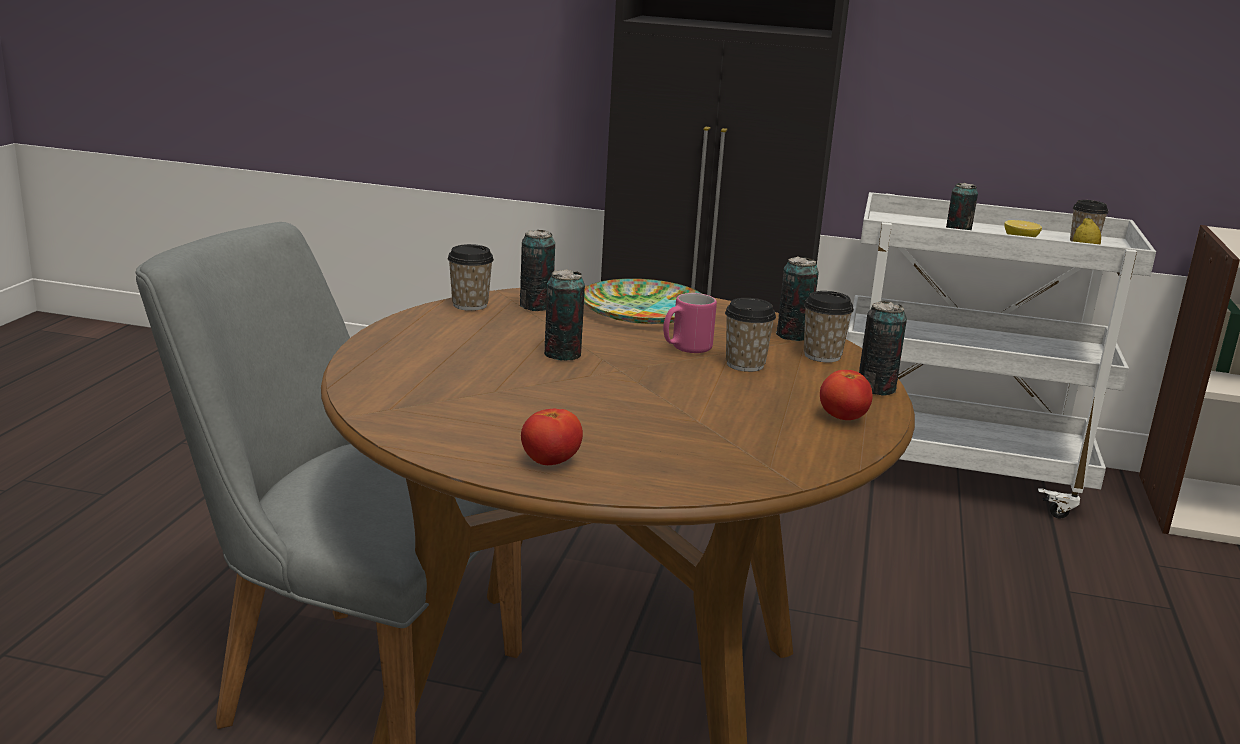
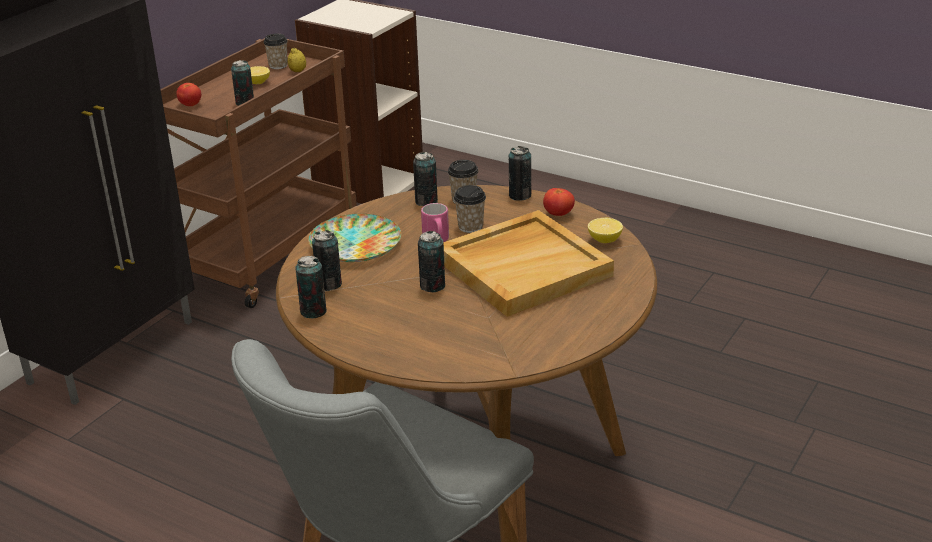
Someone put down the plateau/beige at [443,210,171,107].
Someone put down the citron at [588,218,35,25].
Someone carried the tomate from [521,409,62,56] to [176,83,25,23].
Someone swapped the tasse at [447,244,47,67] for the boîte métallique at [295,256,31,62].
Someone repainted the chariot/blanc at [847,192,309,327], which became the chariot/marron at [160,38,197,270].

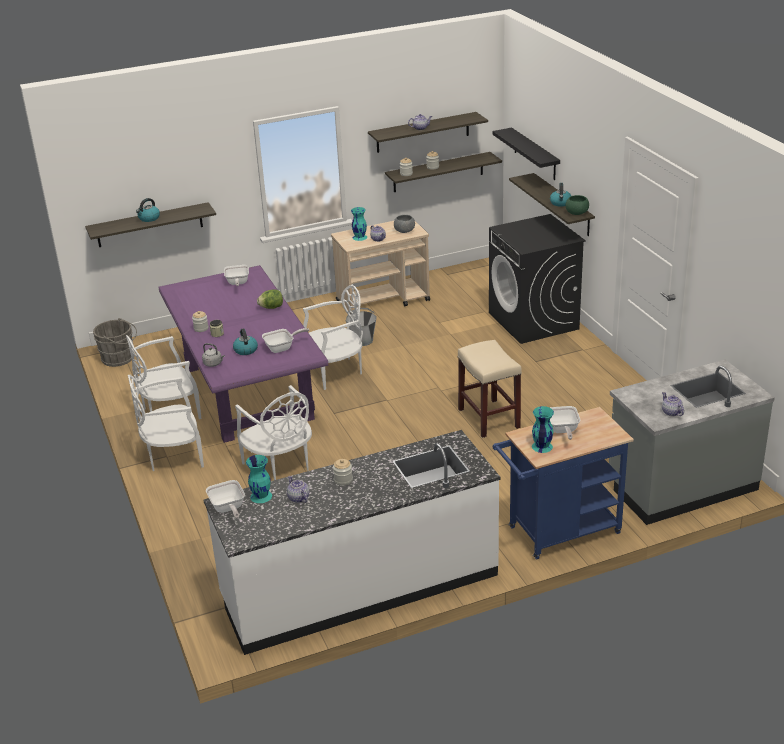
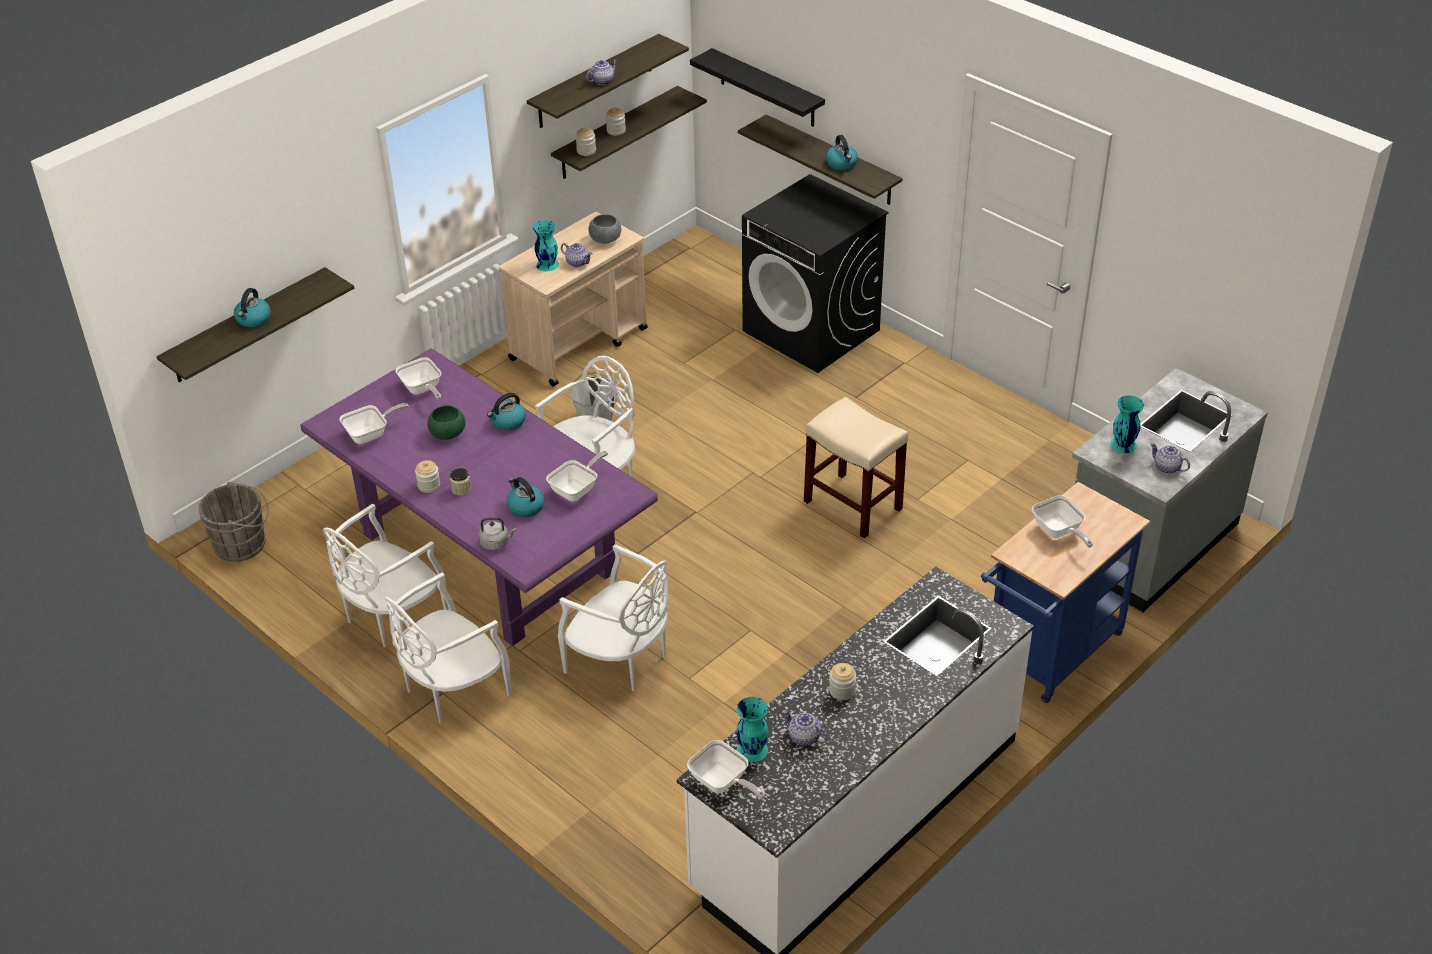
Someone put down the poêle at [339,403,70,41].
Someone carried the vase/turquoise from [532,406,22,47] to [1110,396,34,57].
Someone carried the bol/vert from [565,195,24,20] to [428,405,37,35].
Someone swapped the laitue at [257,289,26,20] for the bouilloire at [487,393,39,37].

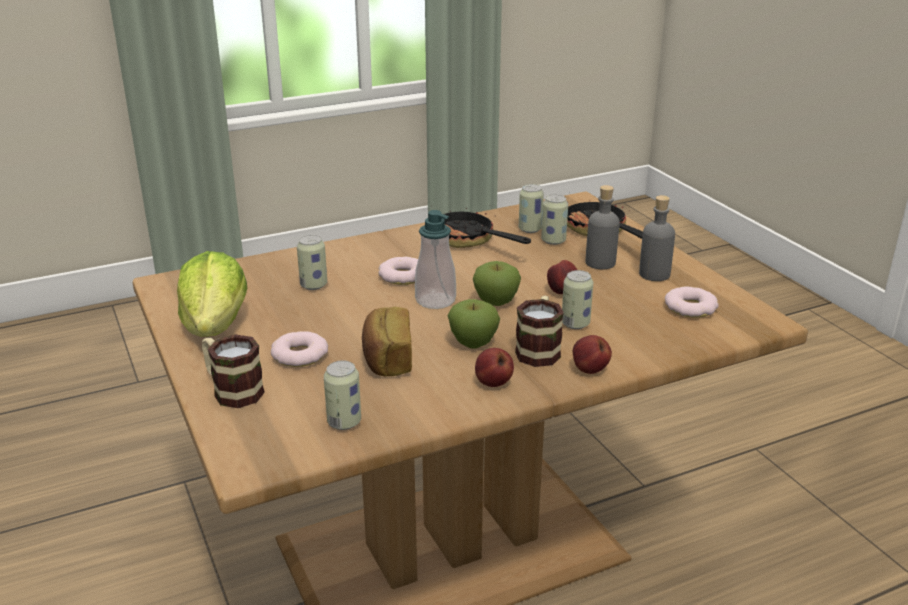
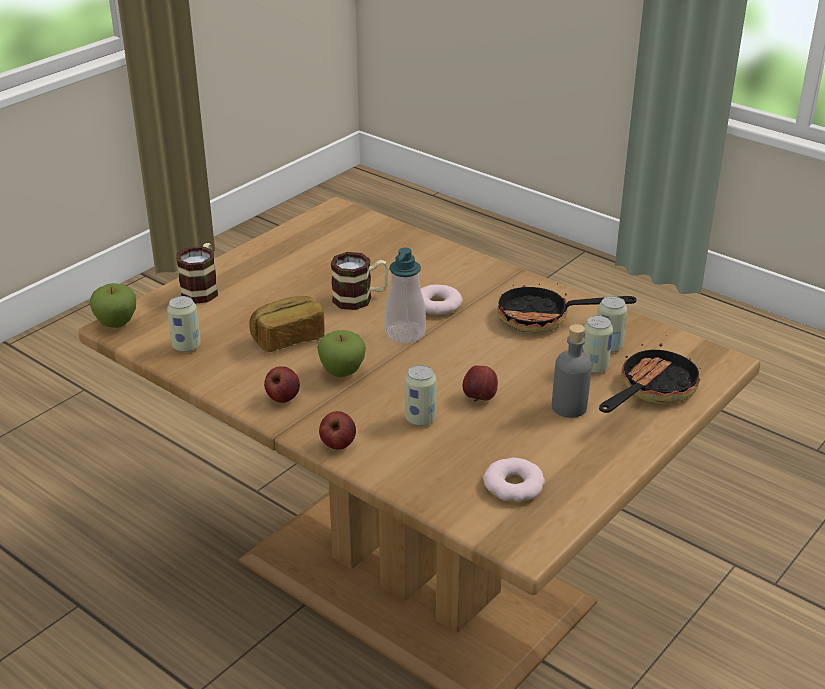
Someone took away the laitue at [177,251,70,86].
Someone took away the beignet at [271,331,57,36].
Someone took away the boîte métallique at [297,235,30,55].
Someone took away the bouteille/gris at [639,195,36,86].
Someone carried the pomme from [473,261,48,45] to [90,283,46,45].
Someone carried the mug from [515,296,49,71] to [331,252,58,58].
Someone rotated the poêle at [444,205,87,43] by 105 degrees counterclockwise.

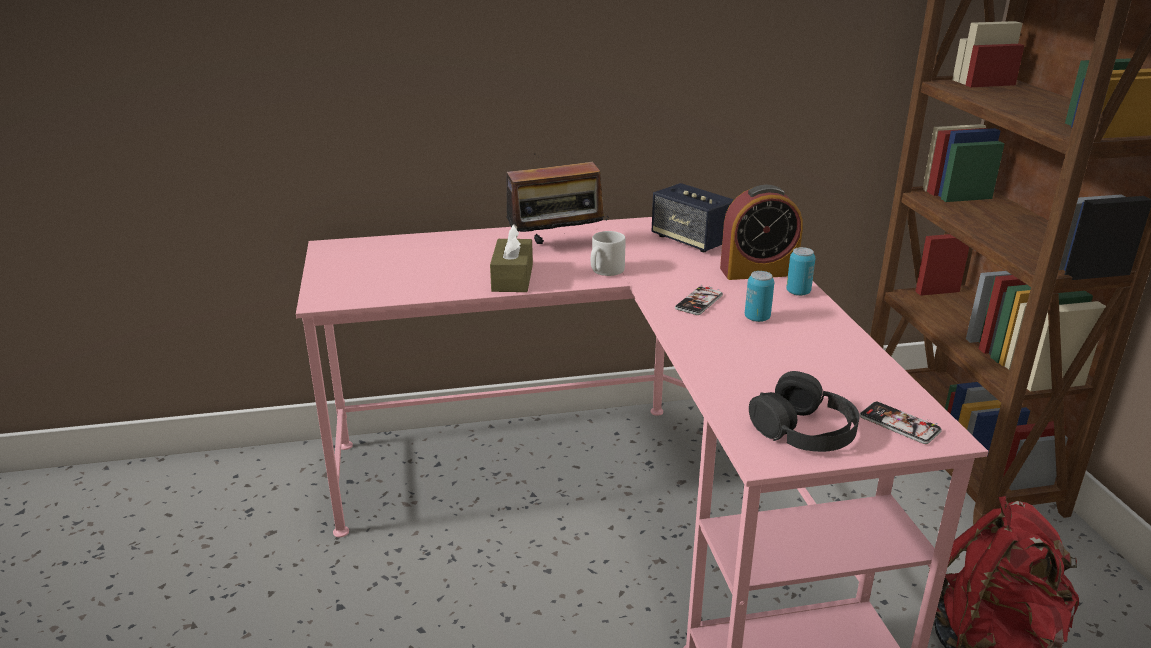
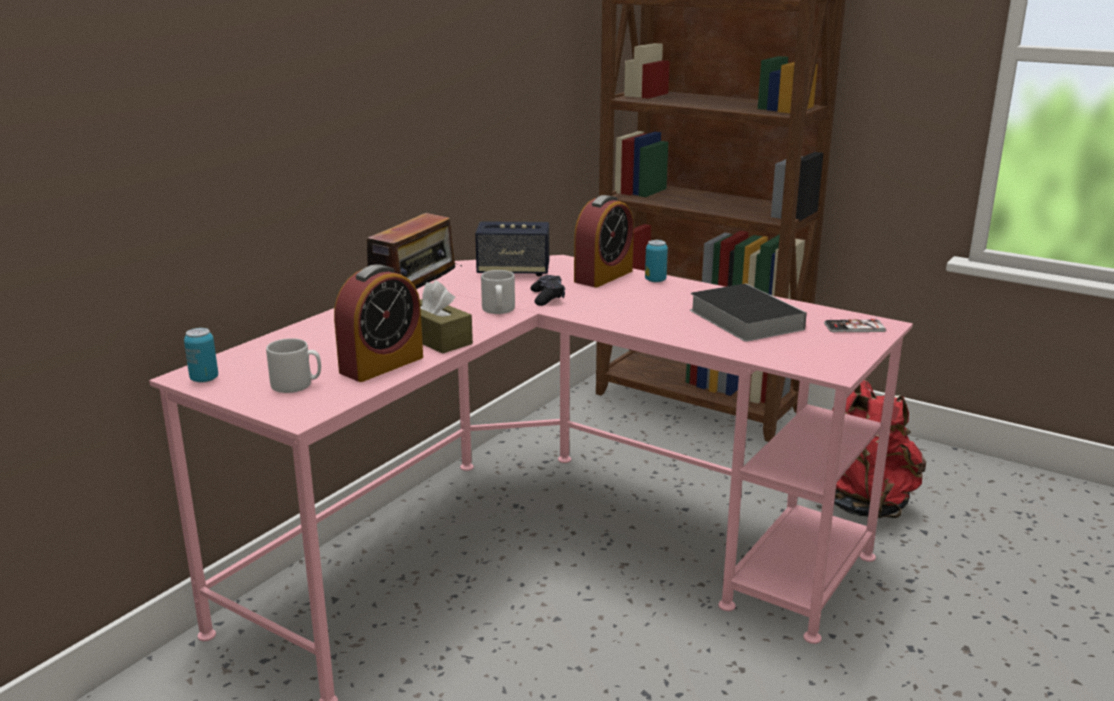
Someone took away the téléphone at [675,285,48,30].
Someone took away the casque audio/noir at [749,371,111,81].
Someone put down the mug/gris at [266,338,55,55].
Someone put down the réveil at [334,264,89,118].
Someone put down the manette/noir at [530,275,35,31].
Someone put down the livre at [690,283,117,59].
Someone carried the boîte métallique from [745,271,29,51] to [184,328,34,55].

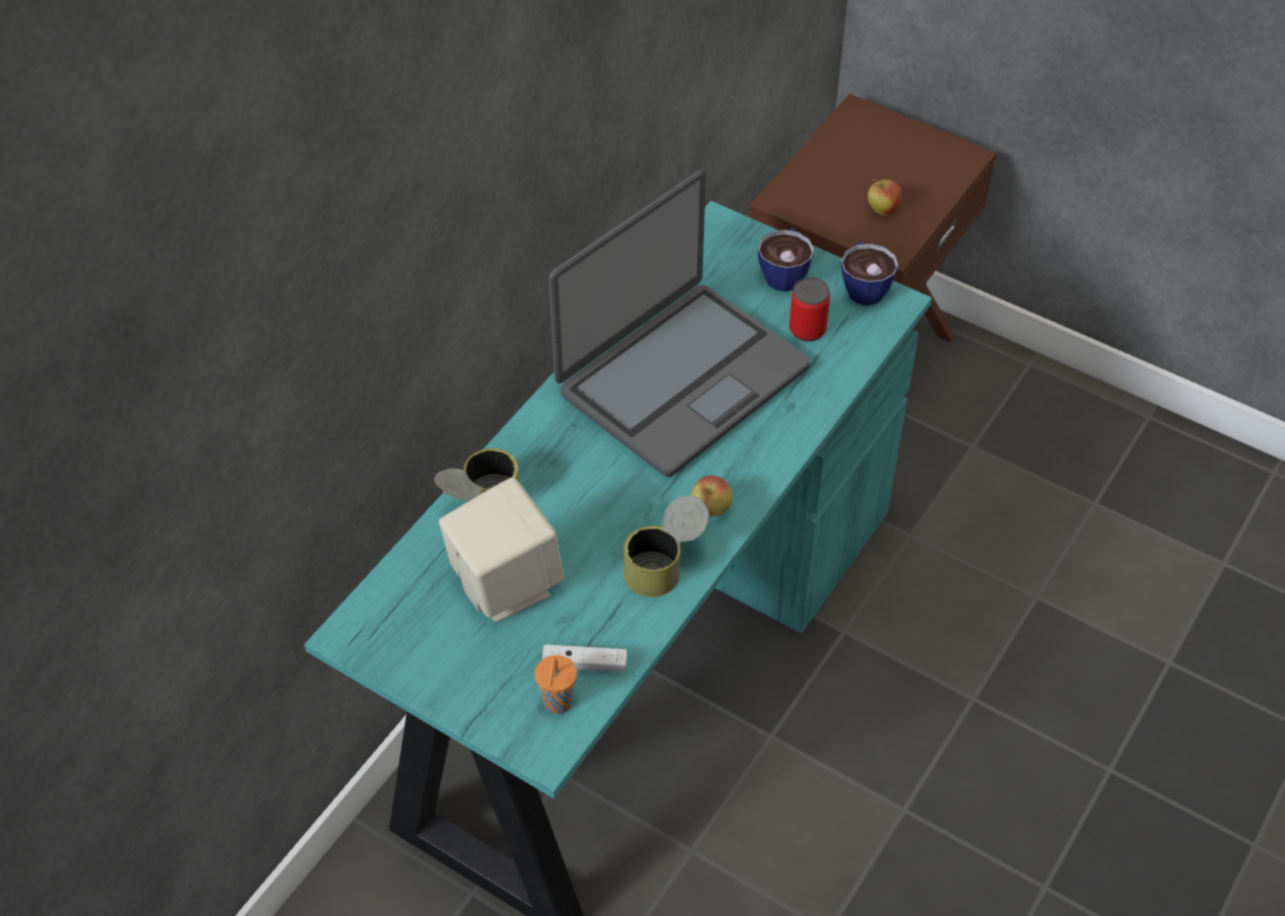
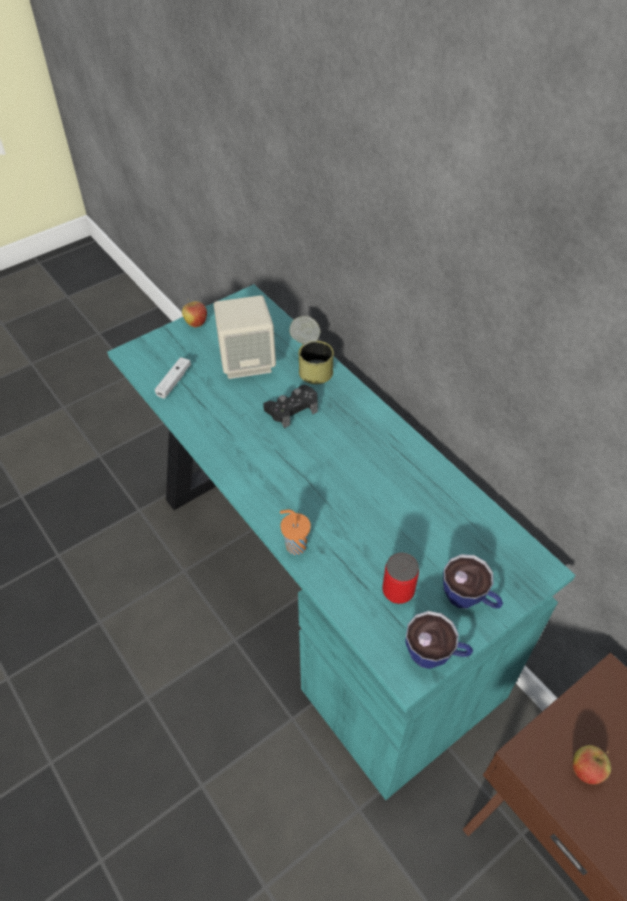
Someone took away the ordinateur portable at [549,170,261,307].
Someone took away the boîte métallique at [623,495,86,102].
Someone put down the manette/noir at [263,385,55,43].
Someone carried the tasse/orange from [535,655,42,59] to [280,509,31,46].
Someone carried the pomme from [691,476,41,41] to [182,299,25,29].

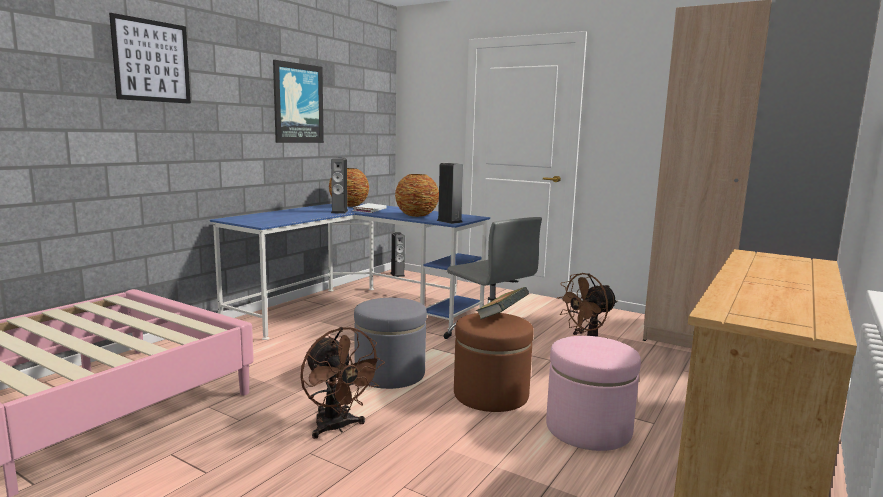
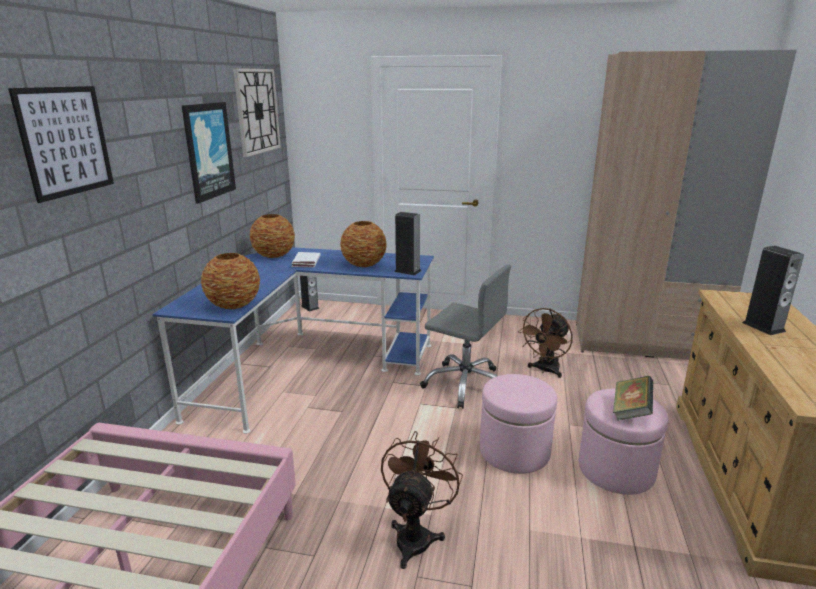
Someone took away the pouf/gris at [354,298,73,91].
Someone put down the vase at [201,253,59,57].
Someone put up the horloge murale at [233,68,48,89].
Someone carried the enceinte from [331,158,17,56] to [742,246,62,89].
Someone carried the livre from [476,287,53,33] to [613,376,40,44].
Someone repainted the pouf/marron at [454,313,80,99], which became the pouf/rose at [480,374,77,100].
Someone rotated the ventilateur/marron at [300,327,85,112] by 105 degrees counterclockwise.

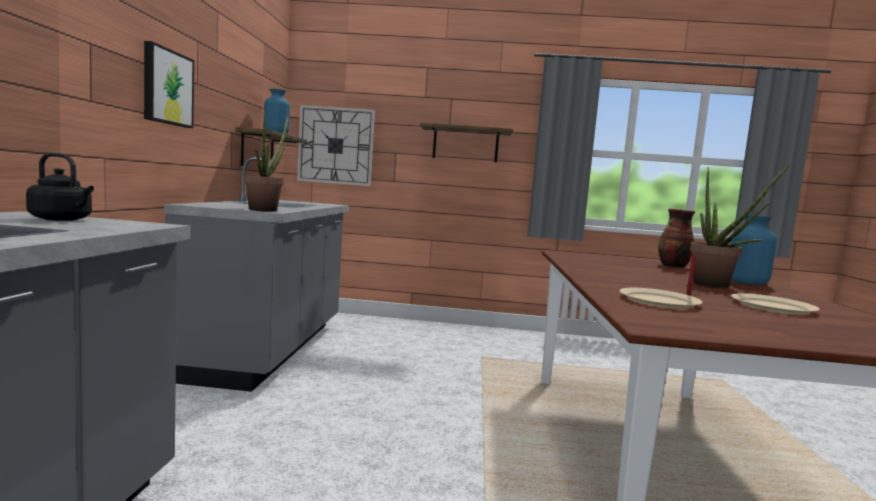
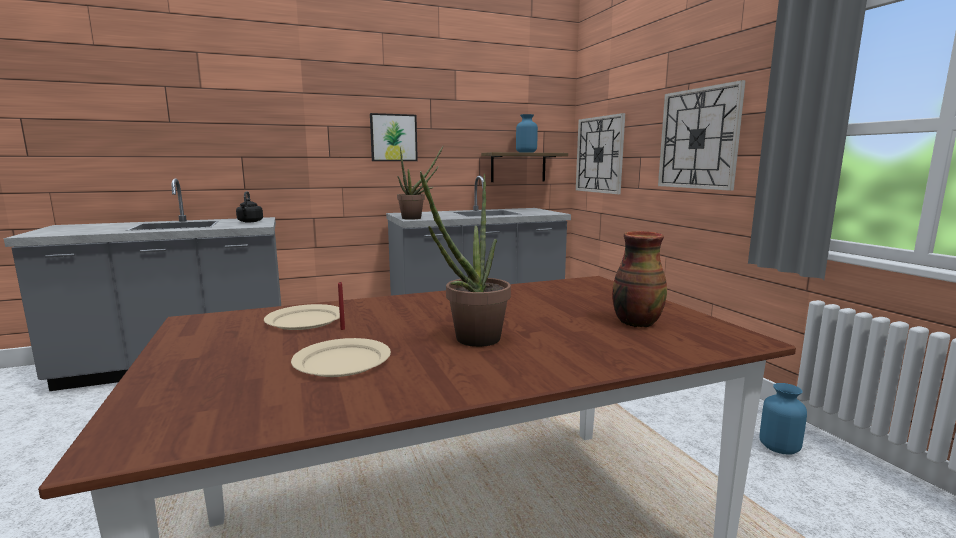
Someone carried the vase/bleu from [730,215,47,70] to [759,383,48,71].
Someone swapped the étagère at [420,122,93,40] for the horloge murale at [658,80,88,111].

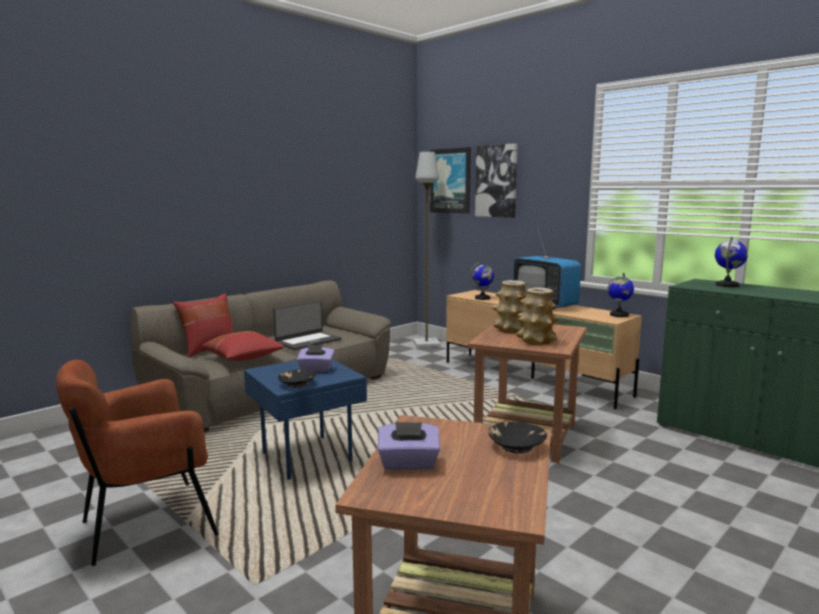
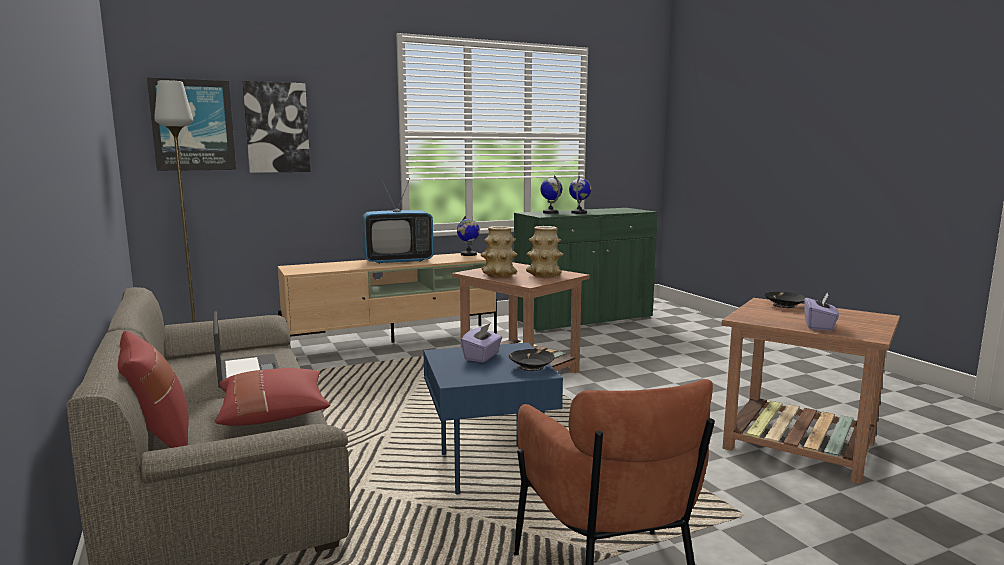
Someone carried the globe from [469,262,25,38] to [569,176,22,38].

